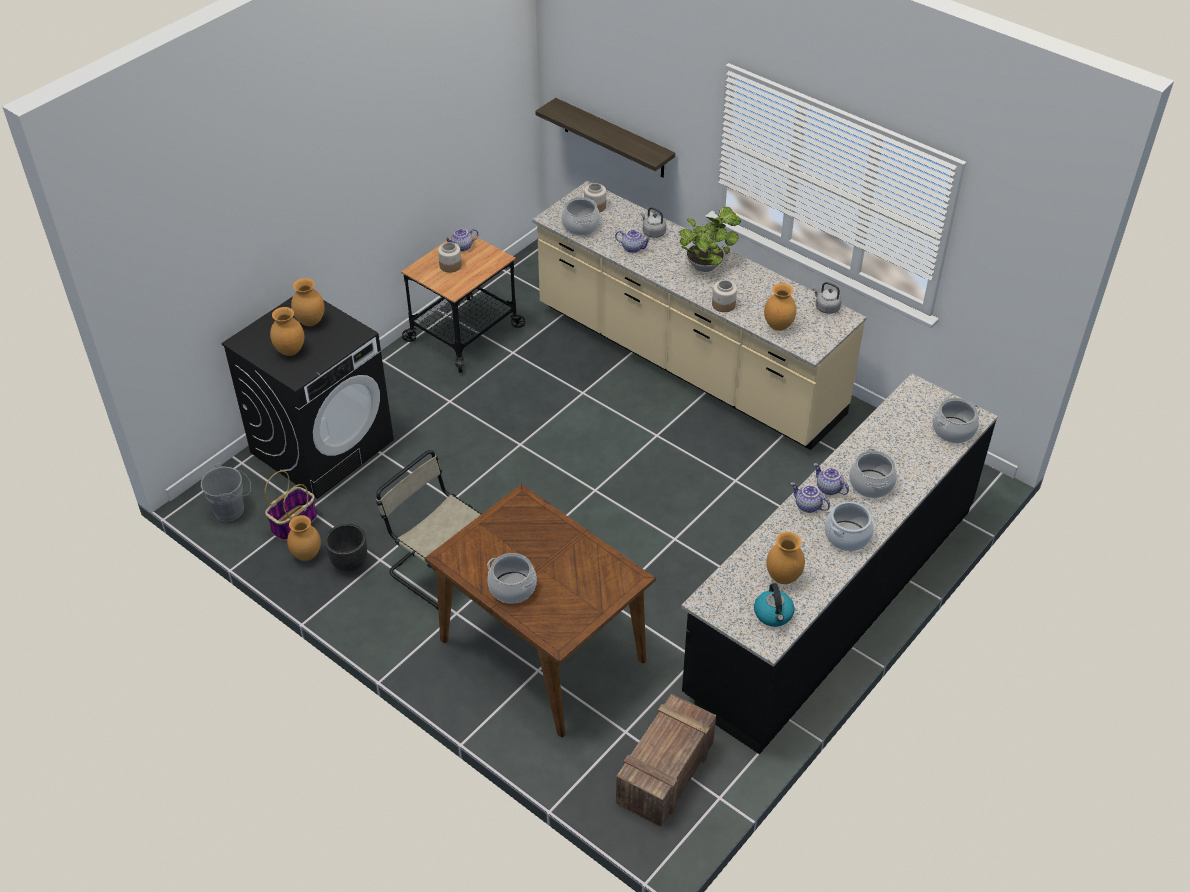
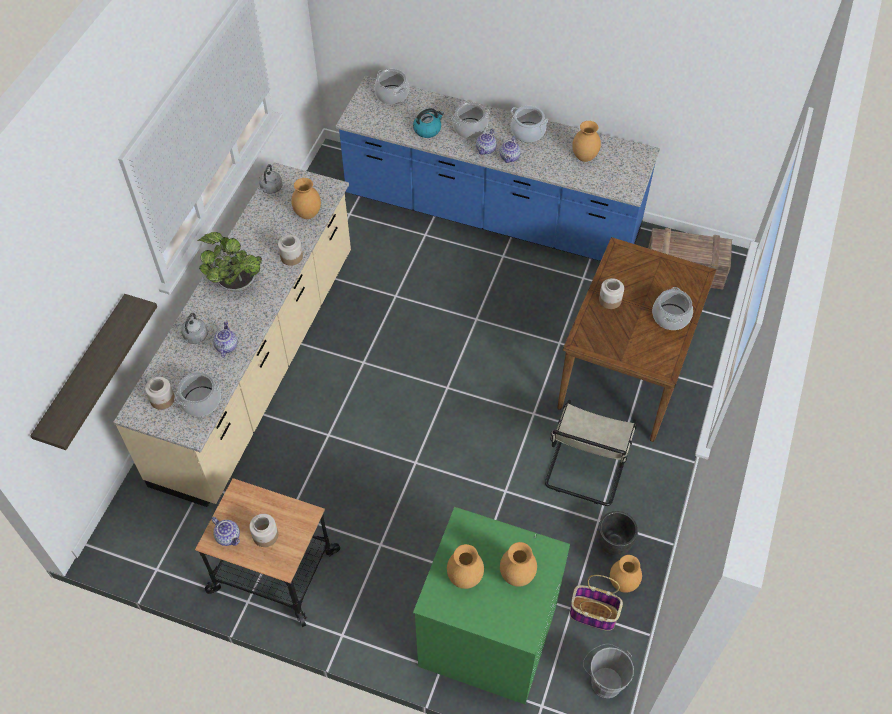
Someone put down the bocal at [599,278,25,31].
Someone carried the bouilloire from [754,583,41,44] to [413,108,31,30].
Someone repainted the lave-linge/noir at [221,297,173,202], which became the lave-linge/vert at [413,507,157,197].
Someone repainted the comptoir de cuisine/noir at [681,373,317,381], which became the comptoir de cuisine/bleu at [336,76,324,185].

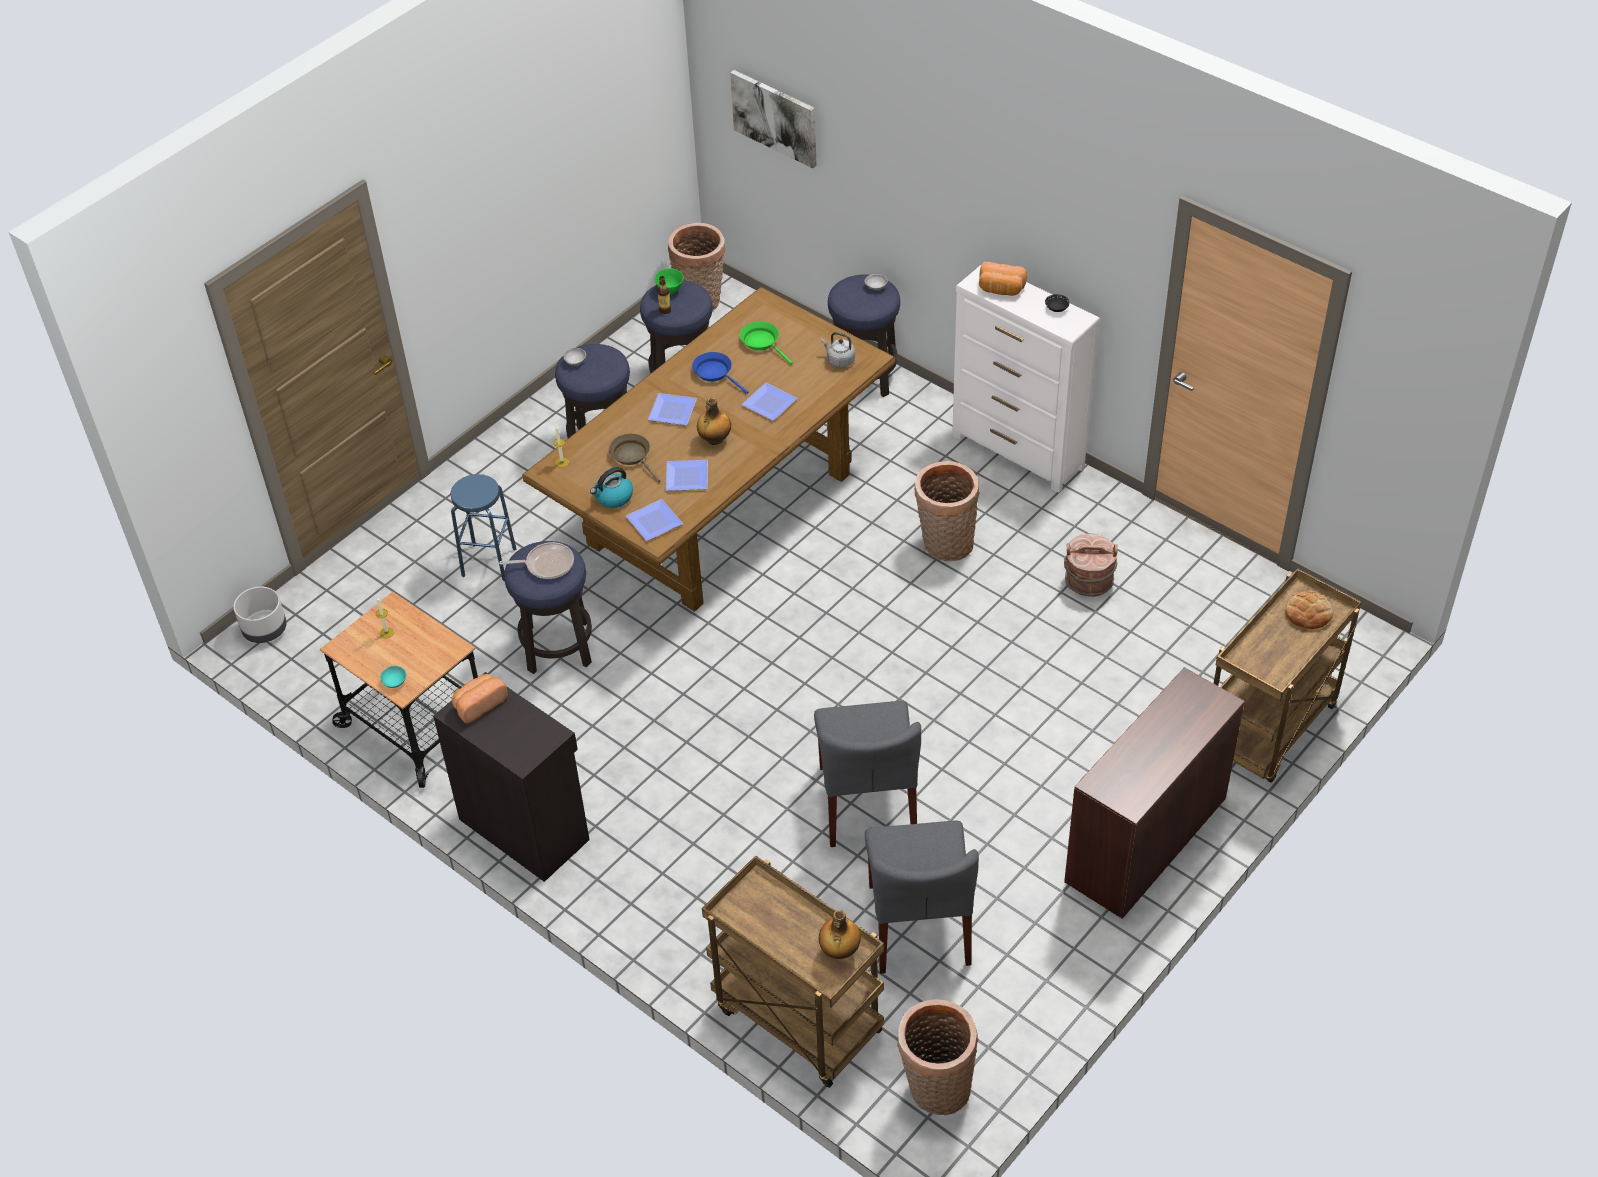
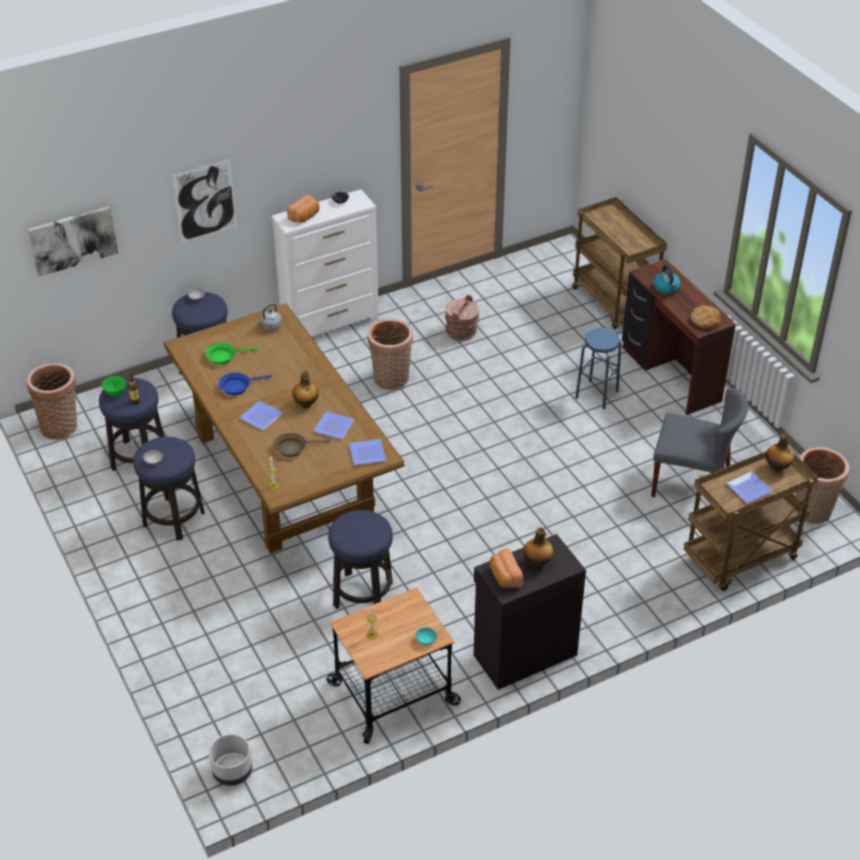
Someone took away the poêle at [499,542,75,37].
Someone took away the chaise/gris at [814,701,107,146].
Someone put up the tableau at [173,159,64,84].
Someone put down the bouteille at [523,527,30,41].
Someone carried the tabouret/bleu from [451,474,66,107] to [575,328,46,81].
Someone carried the bouilloire from [590,467,43,41] to [653,265,28,29].
Someone carried the assiette from [741,383,56,38] to [726,471,47,32].
Someone carried the pain from [1285,591,48,38] to [691,305,31,24].

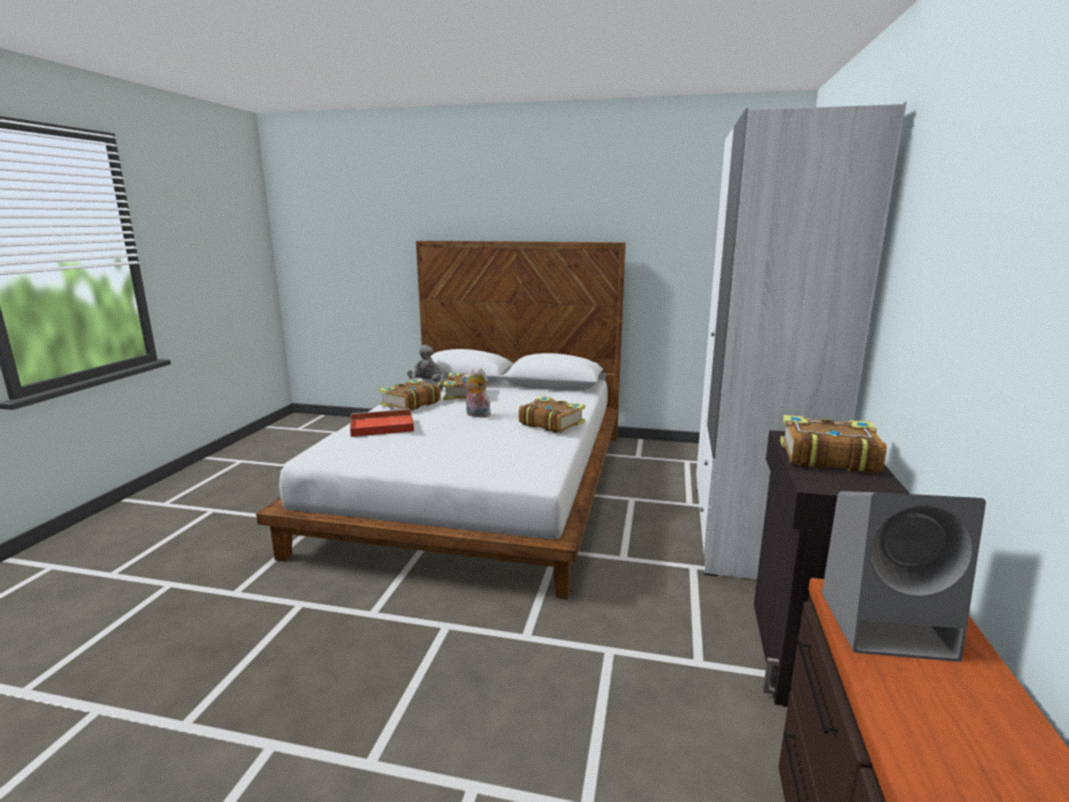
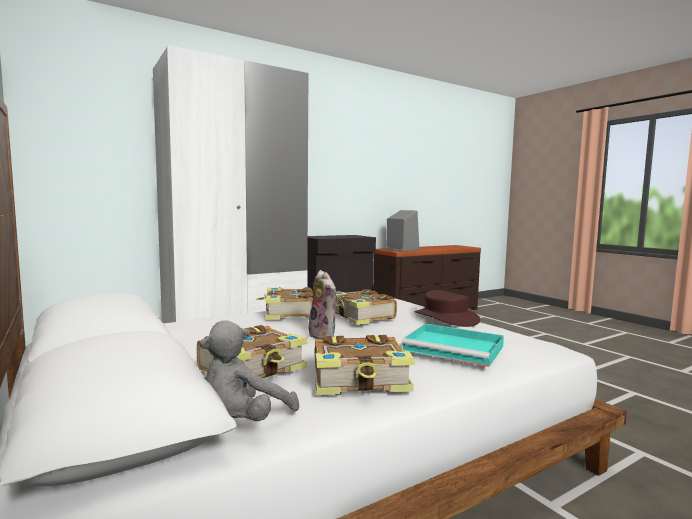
Someone put down the chapeau/marron at [415,290,65,37].
Someone carried the livre from [780,415,107,59] to [335,289,62,36].
Someone repainted the plateau/rouge at [350,409,64,28], which became the plateau/turquoise at [402,324,102,43].

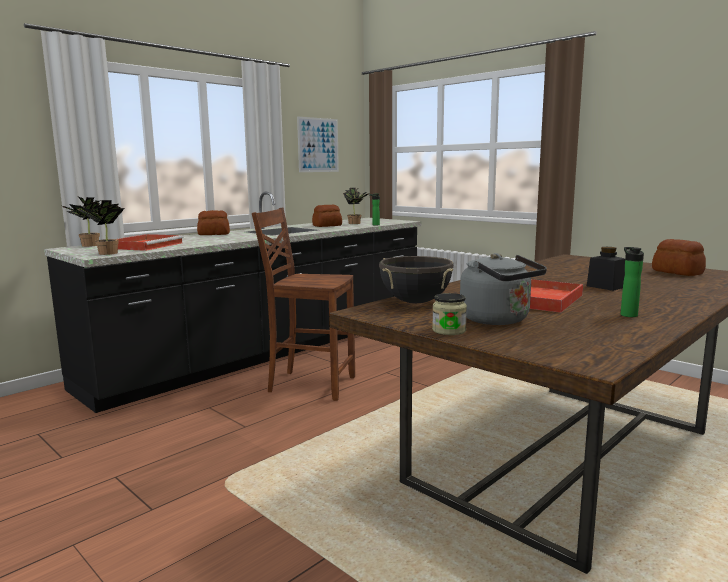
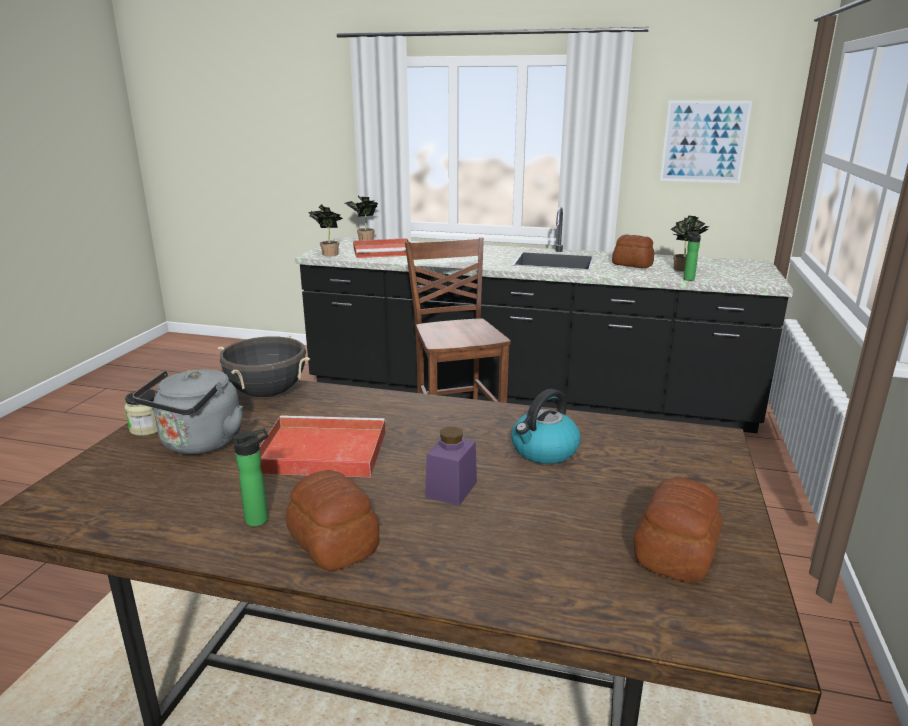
Someone put down the bouilloire at [511,389,70,75].
Someone carried the pain from [197,210,33,25] to [286,470,94,101].
Someone repainted the bocal/noir at [587,247,39,44], which became the bocal/violet at [425,427,52,79].

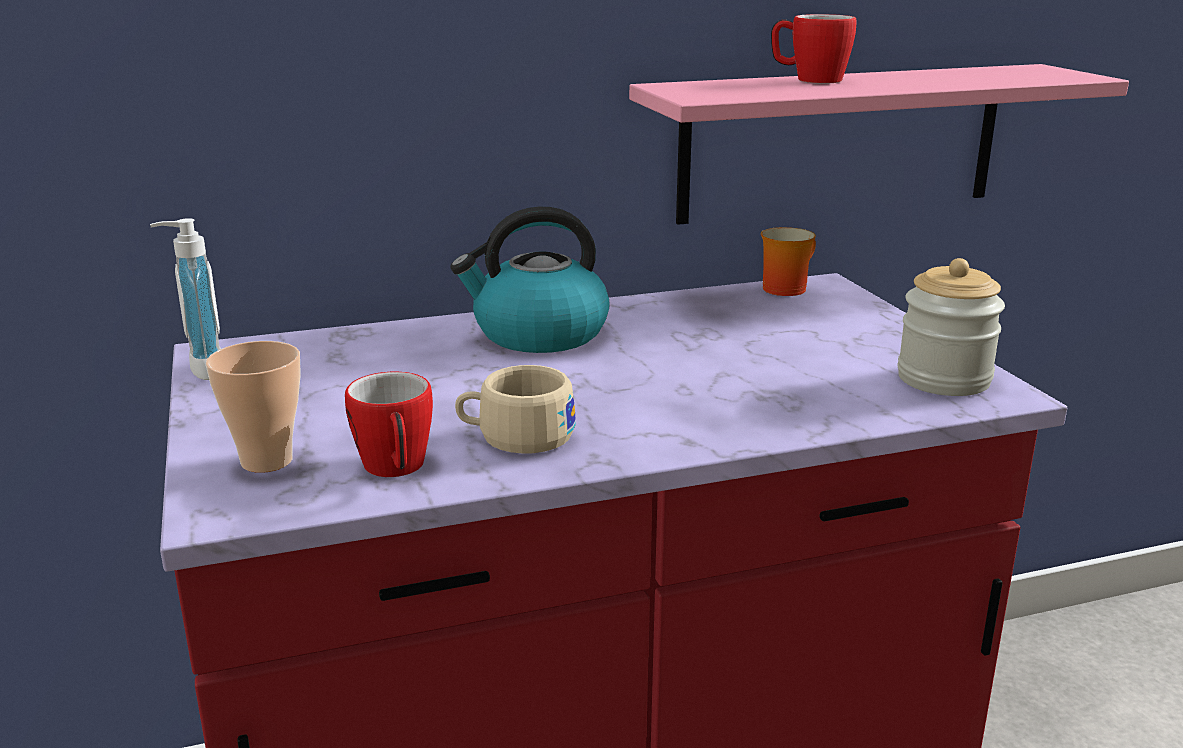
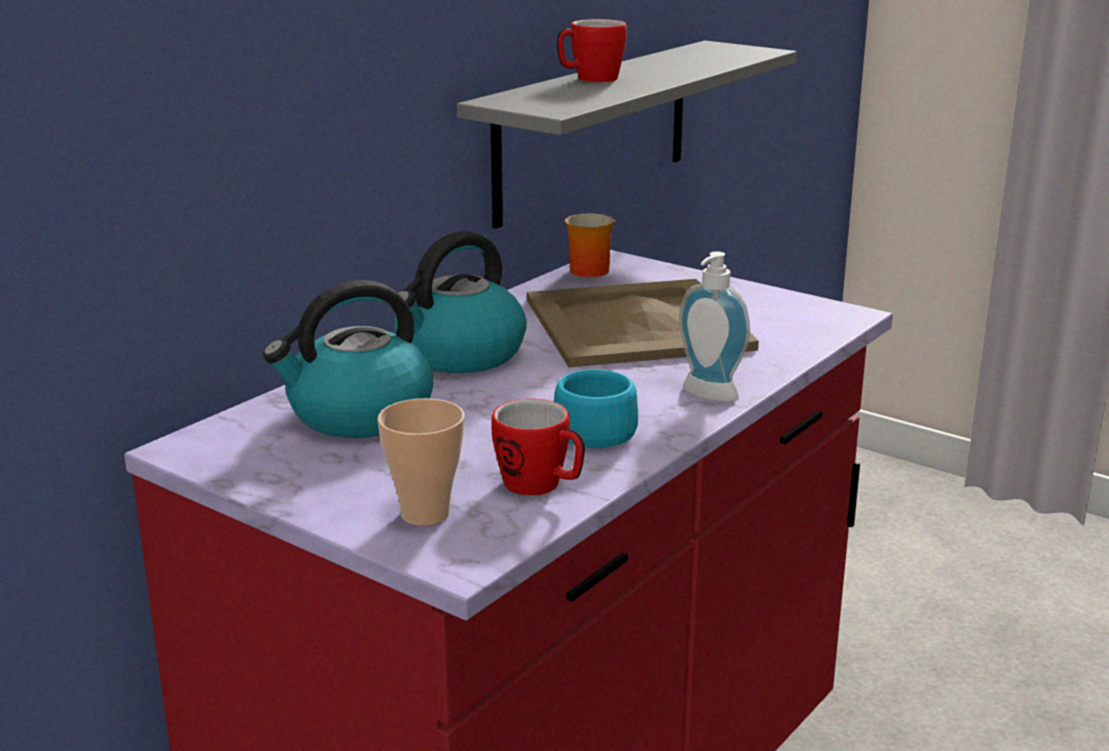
Someone took away the bocal at [898,258,107,138].
Someone put down the bouilloire at [263,280,170,158].
Someone put down the plateau/beige at [527,279,232,89].
Someone carried the distributeur de savon from [150,218,71,162] to [679,252,71,150].
Someone repainted the tasse/beige at [455,365,121,89], which became the tasse/turquoise at [554,369,84,79].
Someone repainted the étagère/rose at [629,64,500,161], which became the étagère/gris at [457,41,340,188].

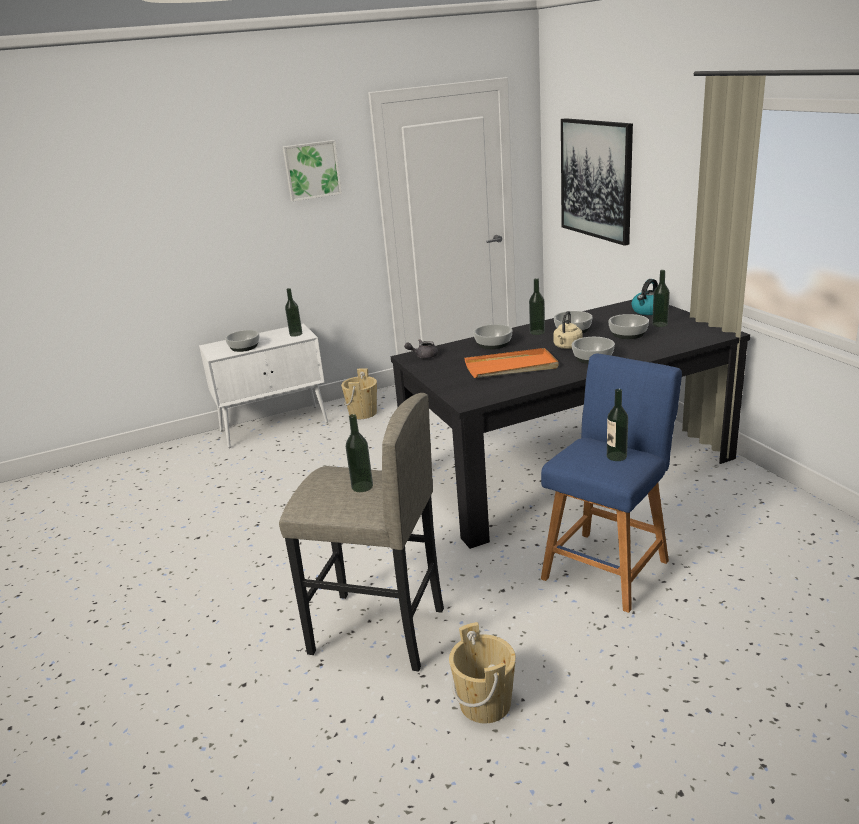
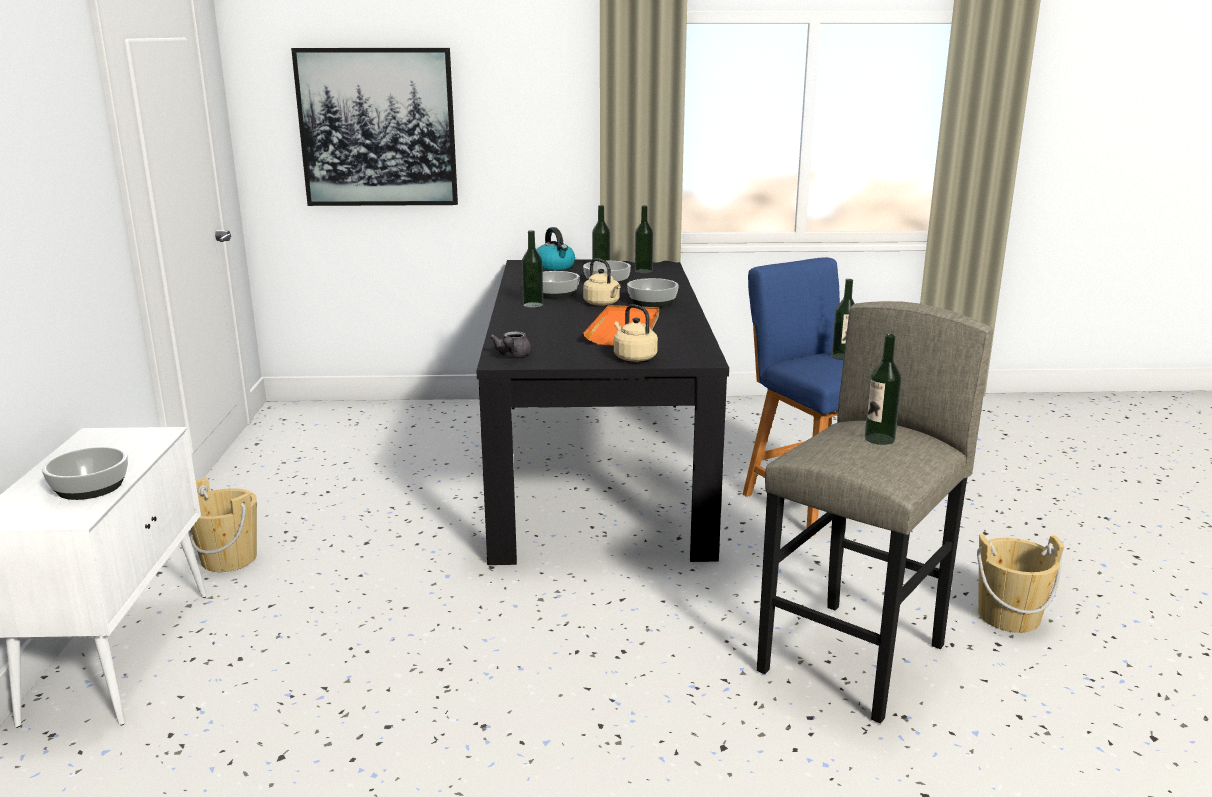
Someone took away the tableau at [283,140,59,62].
Someone took away the bol at [473,324,39,25].
Someone put down the bouilloire/beige at [614,304,44,58].
Someone carried the bouteille from [285,288,17,49] to [635,205,18,69].

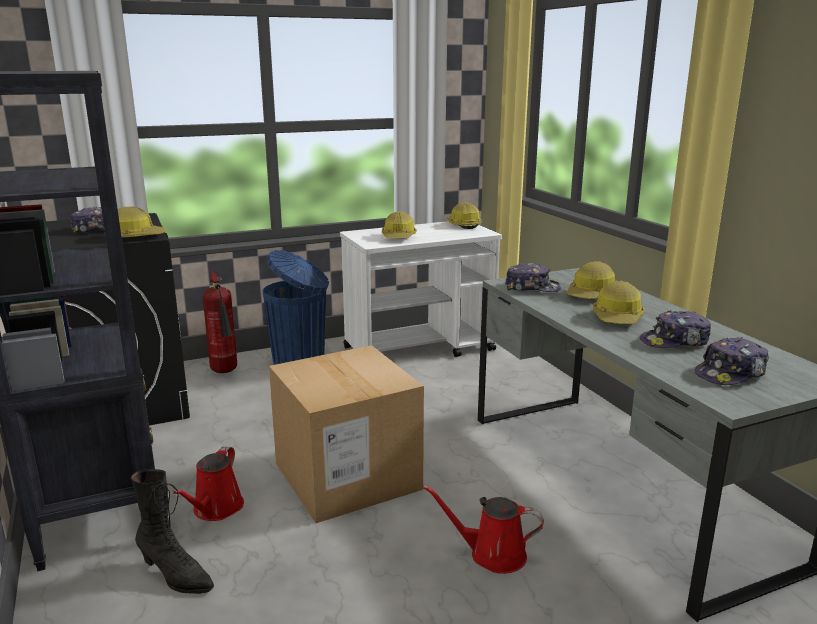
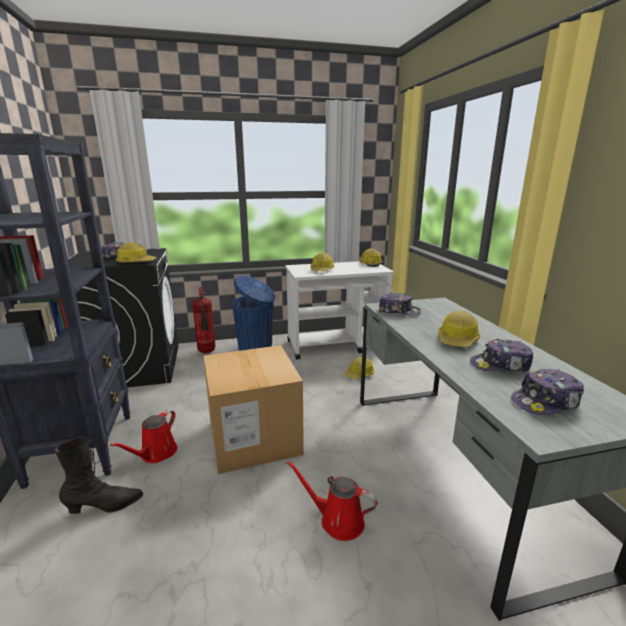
Someone carried the casque de chantier from [566,261,49,38] to [344,357,30,23].
Someone rotated the botte/noir at [131,469,83,125] by 60 degrees counterclockwise.

